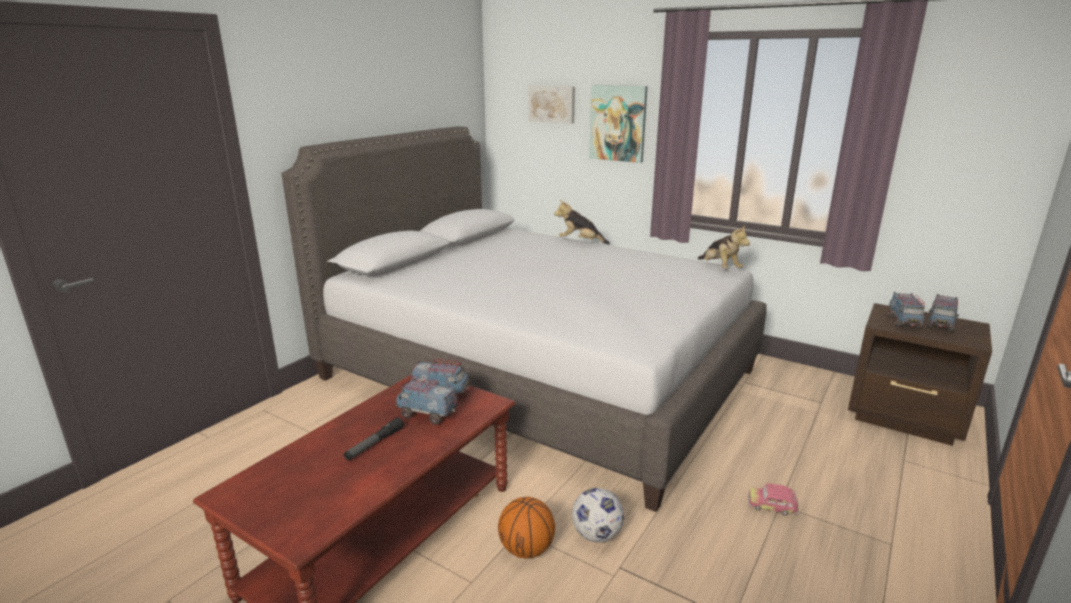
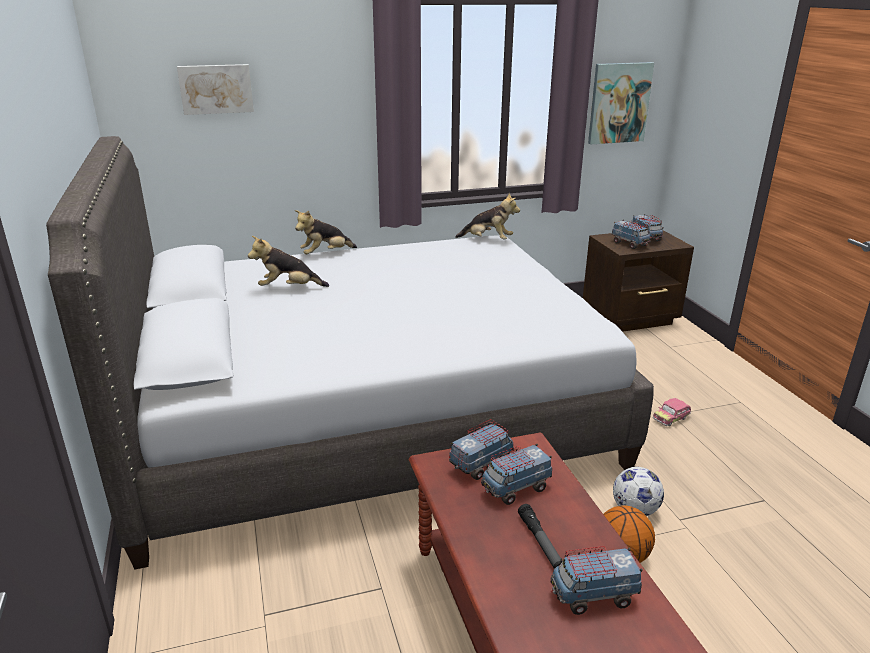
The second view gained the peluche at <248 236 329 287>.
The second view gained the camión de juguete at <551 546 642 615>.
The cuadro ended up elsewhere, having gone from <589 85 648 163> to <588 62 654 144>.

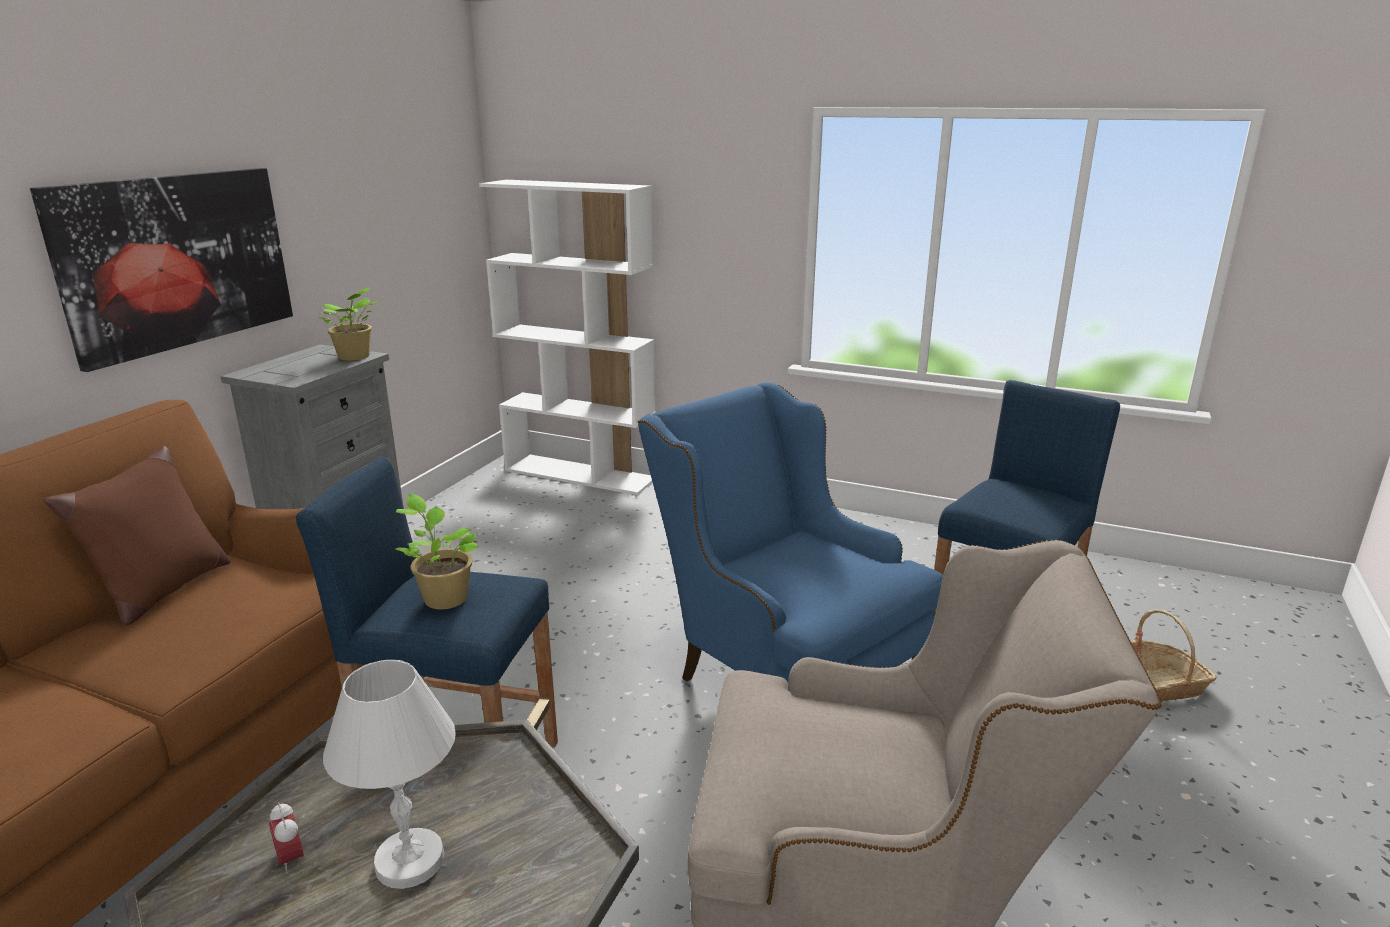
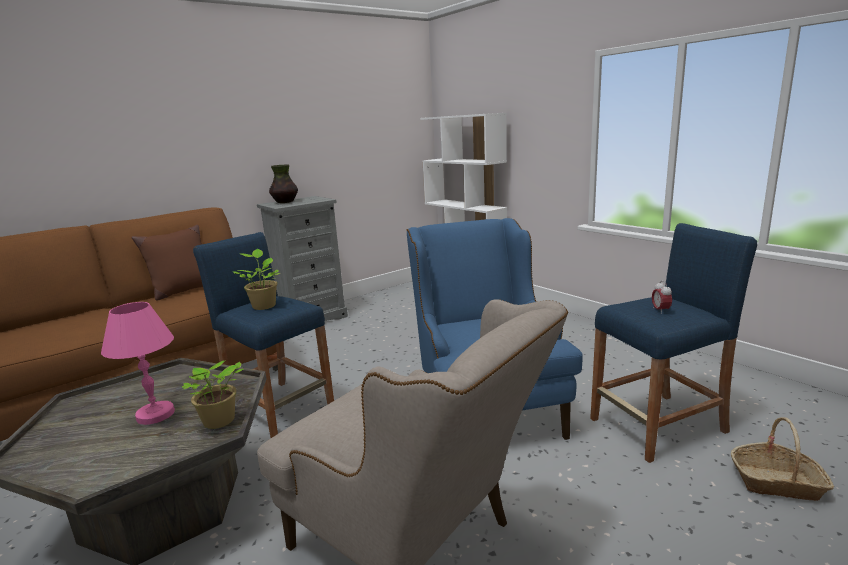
The second view lost the cuadro at <30 168 293 372>.
The second view gained the florero at <269 165 298 203>.
The despertador ended up elsewhere, having gone from <269 802 304 874> to <652 281 672 314>.
The planta en maceta ended up elsewhere, having gone from <319 287 377 361> to <182 360 243 429>.
What was the lámpara de mesa (blanco) at <323 660 456 889> turned into the lámpara de mesa (rosa) at <101 302 175 425>.

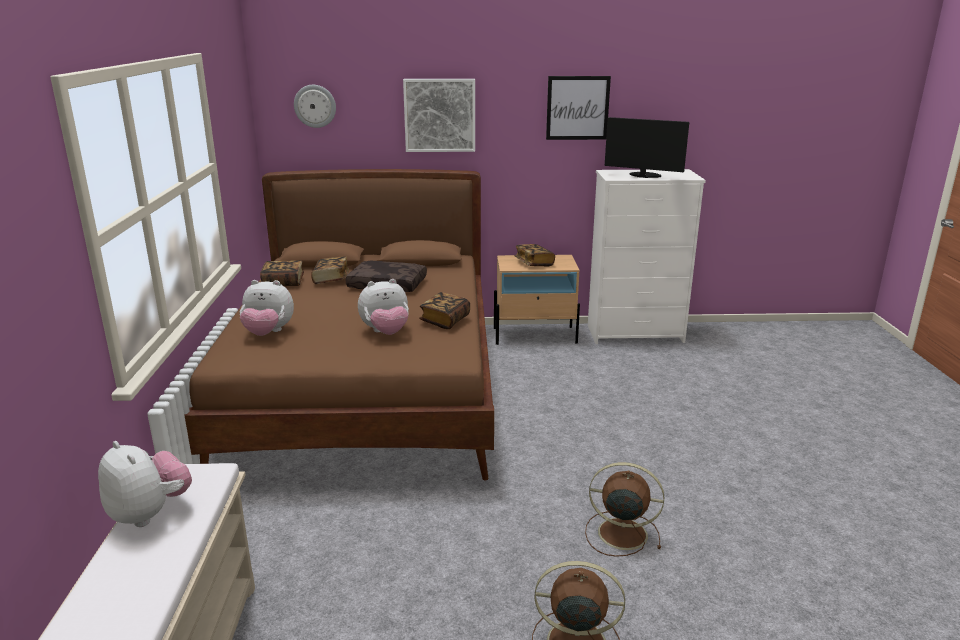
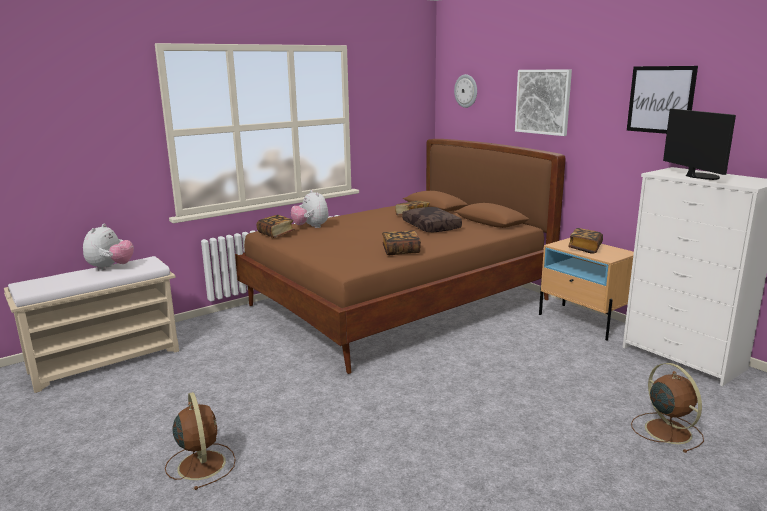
The second view lost the peluche at <358 279 409 335>.
The libro ended up elsewhere, having gone from <260 260 304 286> to <257 215 295 238>.
The ventilador (marrón) ended up elsewhere, having gone from <585 462 664 557> to <631 363 704 453>.

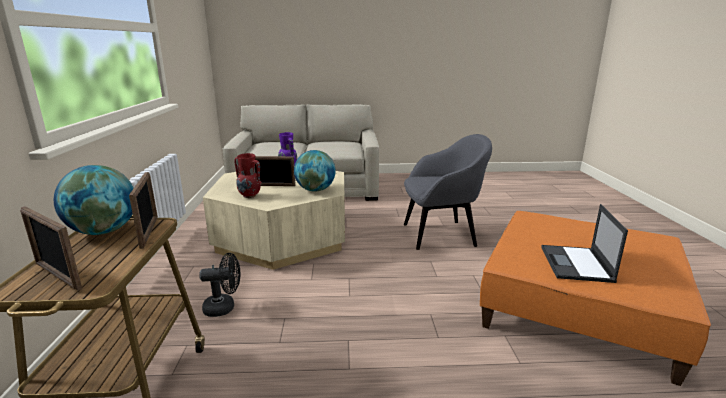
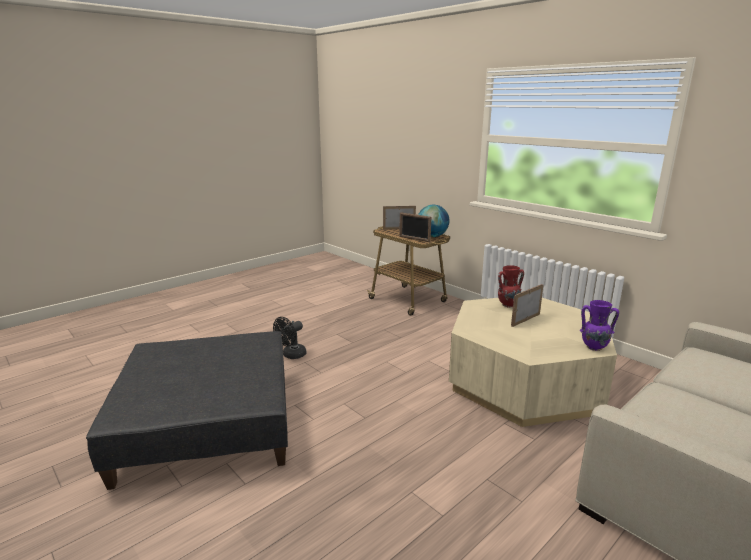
The second view lost the globo terráqueo at <294 150 336 192>.
The second view lost the sillón (gris) at <404 134 492 250>.
The second view lost the portátil at <541 204 628 283>.
The ventilador (negro) ended up elsewhere, having gone from <199 253 240 317> to <273 317 307 359>.
What was the puf (naranja) at <480 211 711 386> turned into the puf (gris) at <86 331 288 490>.

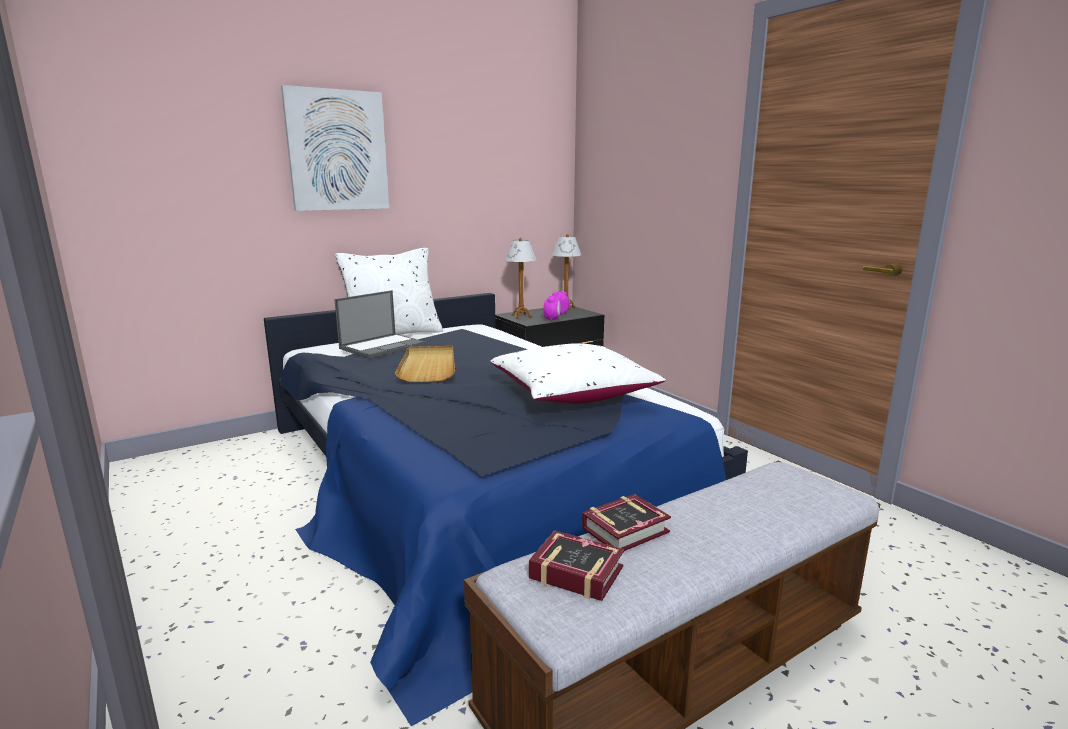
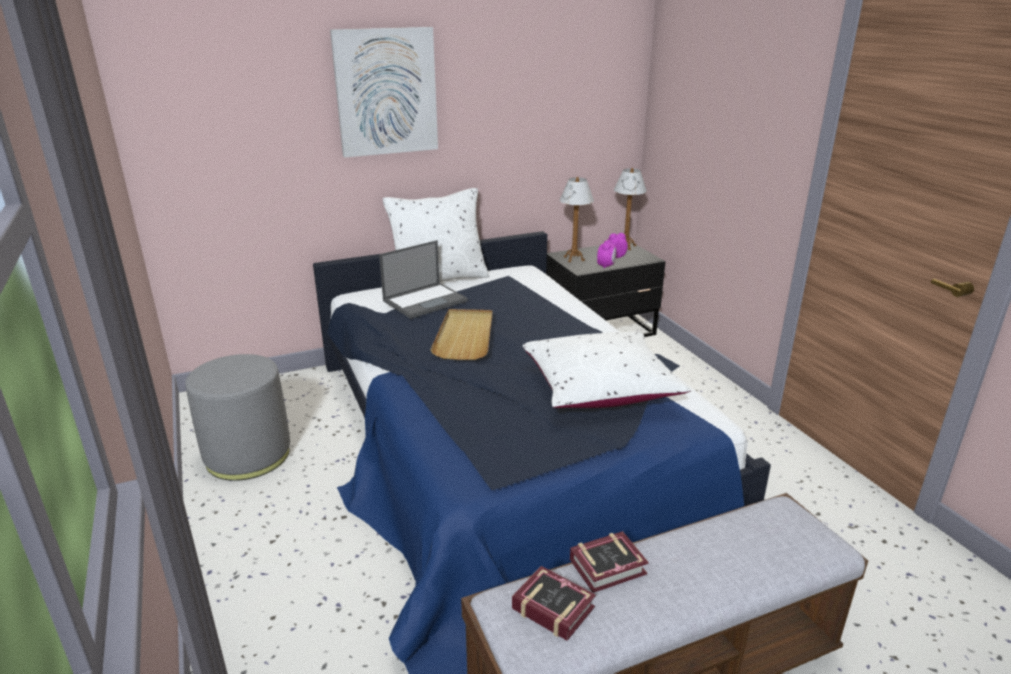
The second view gained the puf (gris) at <185 354 290 481>.

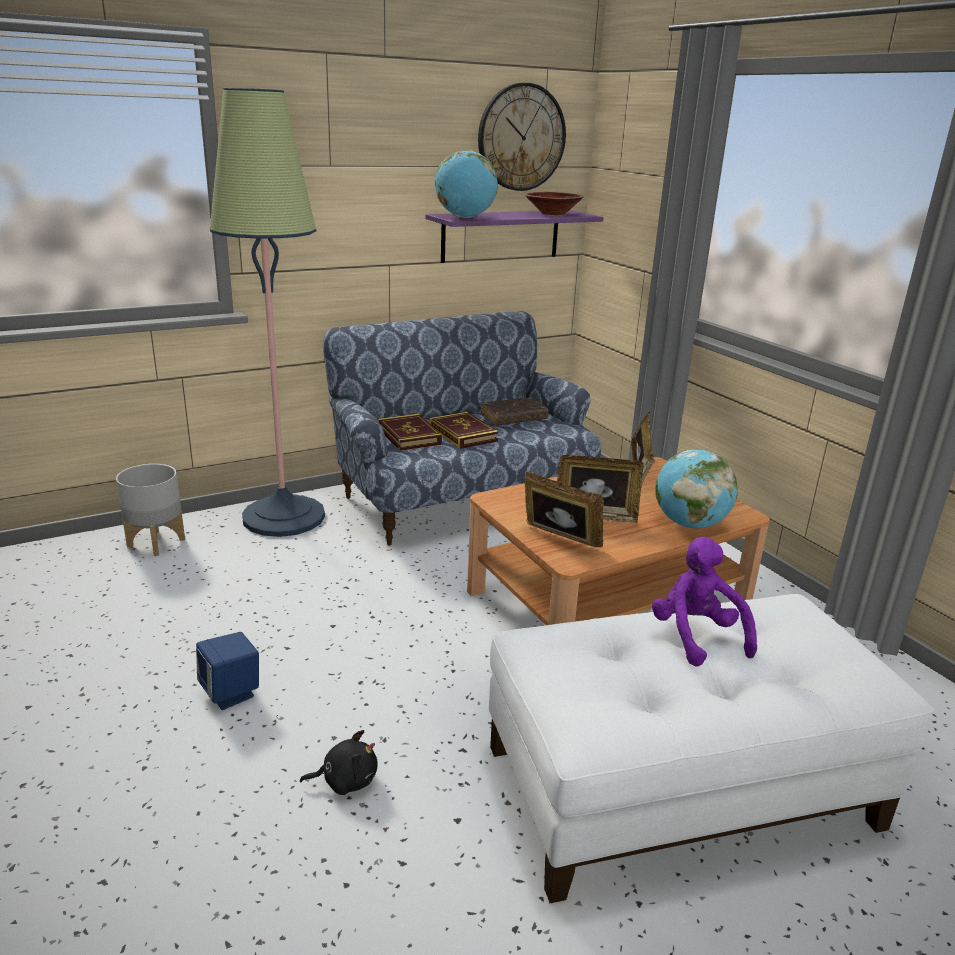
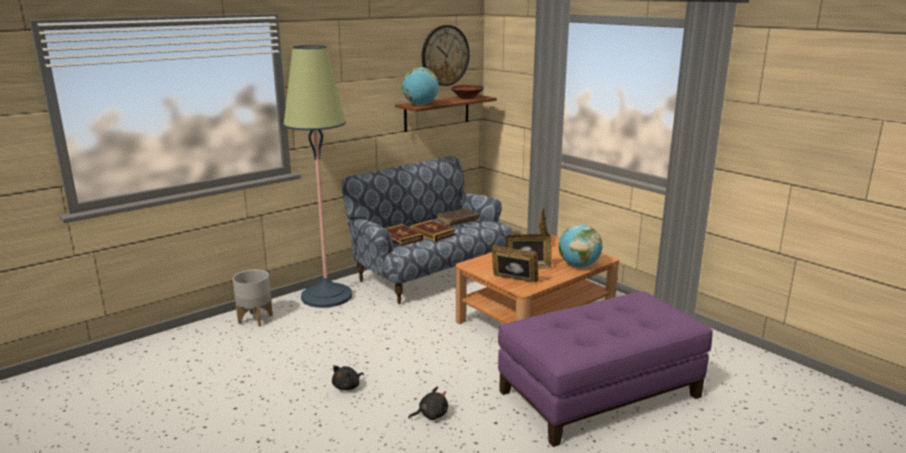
The second view lost the peluche (morado) at <652 537 757 667>.
Where the altavoz (azul) stood at <196 632 259 710>, the peluche (negro) came to stand at <332 366 364 390>.
What was the estante (morado) at <425 210 603 263> turned into the estante (marrón) at <395 95 497 132>.
What was the puf (blanco) at <489 594 934 903> turned into the puf (morado) at <498 291 713 447>.

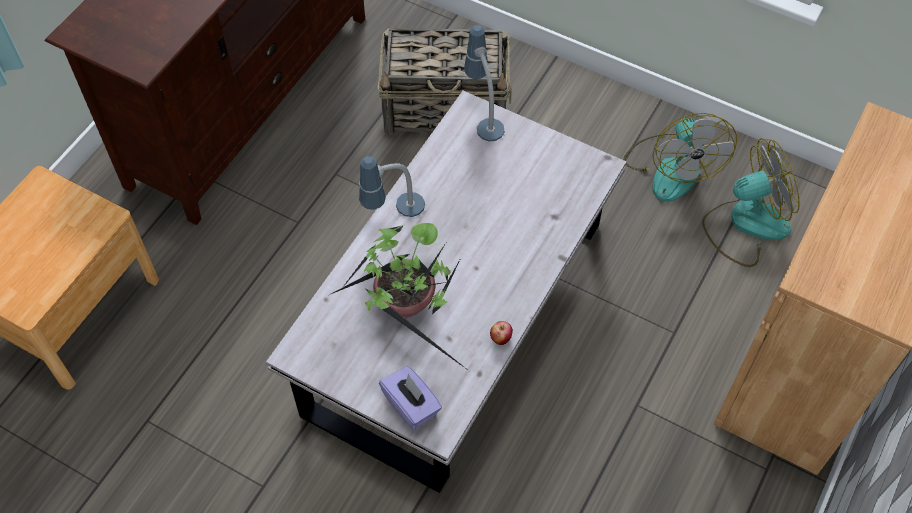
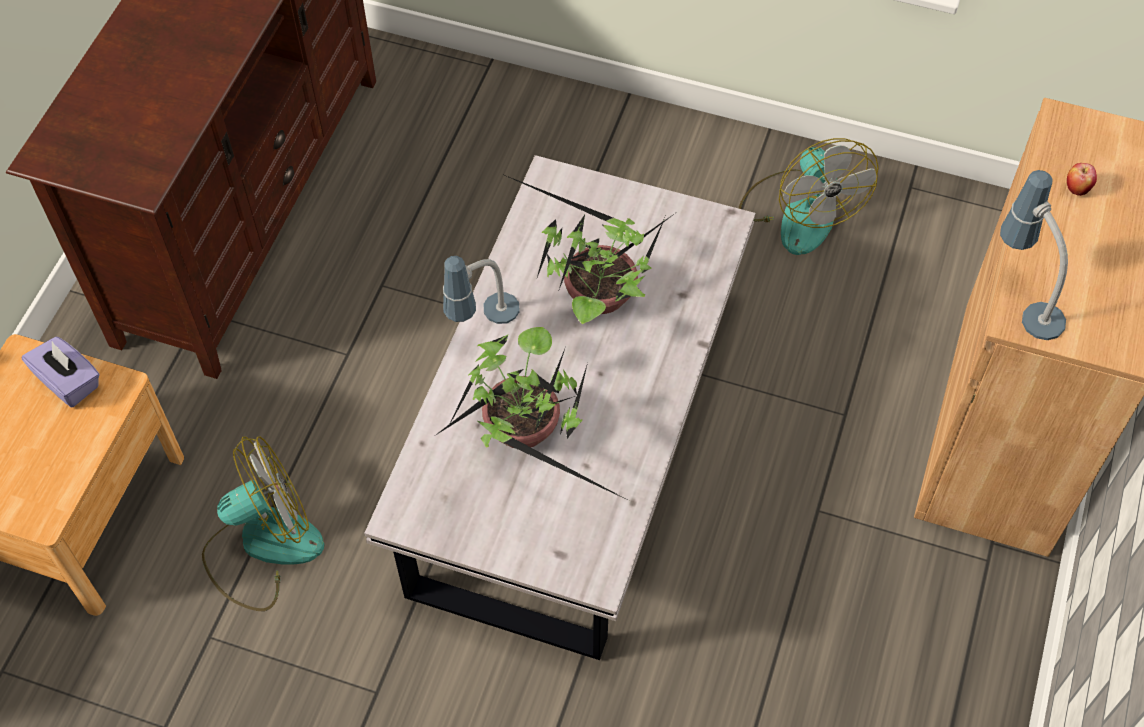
The second view lost the cesta at <378 28 512 135>.
The second view gained the planta en maceta at <502 174 674 324>.
The caja de pañuelos (morado) ended up elsewhere, having gone from <379 366 442 430> to <22 337 100 407>.
The lámpara de mesa ended up elsewhere, having gone from <464 25 504 141> to <1000 170 1068 340>.
The manzana ended up elsewhere, having gone from <490 321 513 345> to <1067 163 1097 196>.
The ventilador ended up elsewhere, having gone from <702 138 800 267> to <202 436 324 611>.

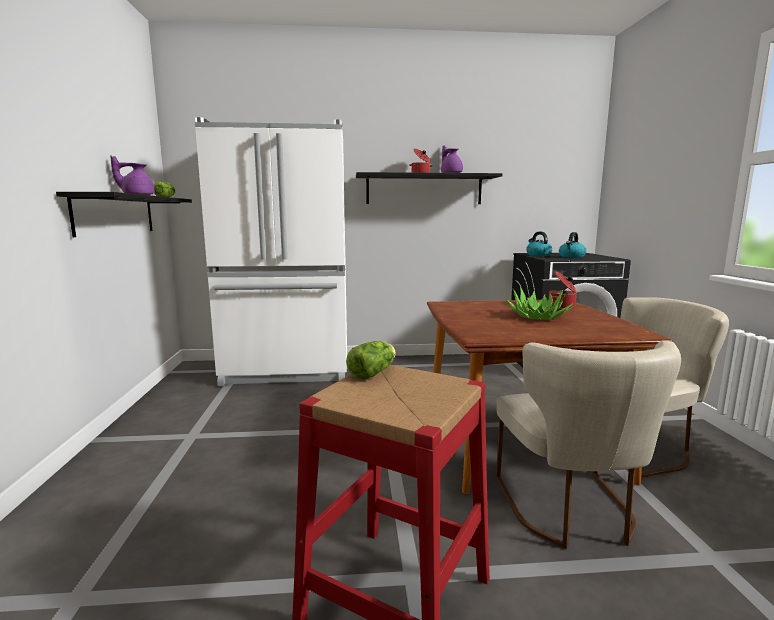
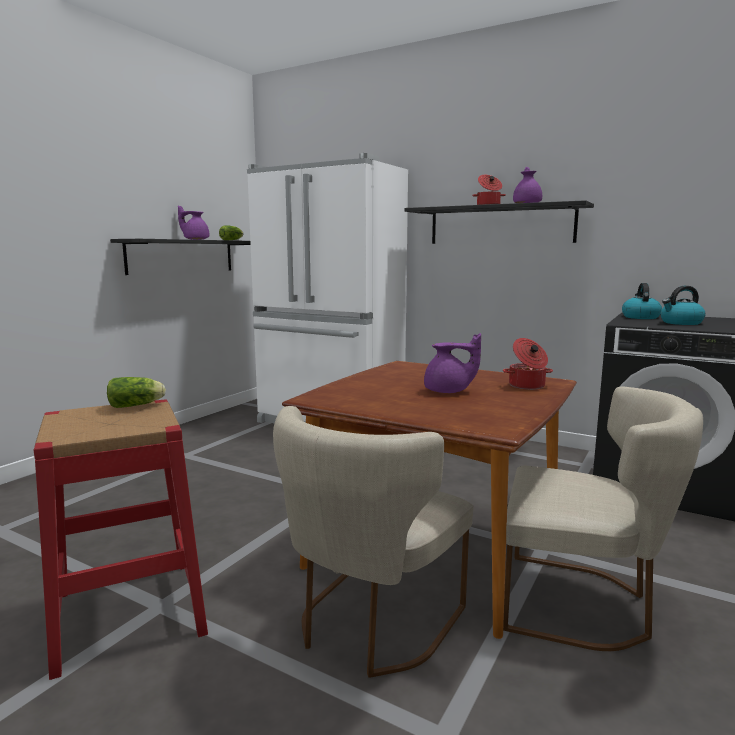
Where the planta en maceta stood at <506 287 574 320>, the tetera (morado) came to stand at <424 333 481 393>.

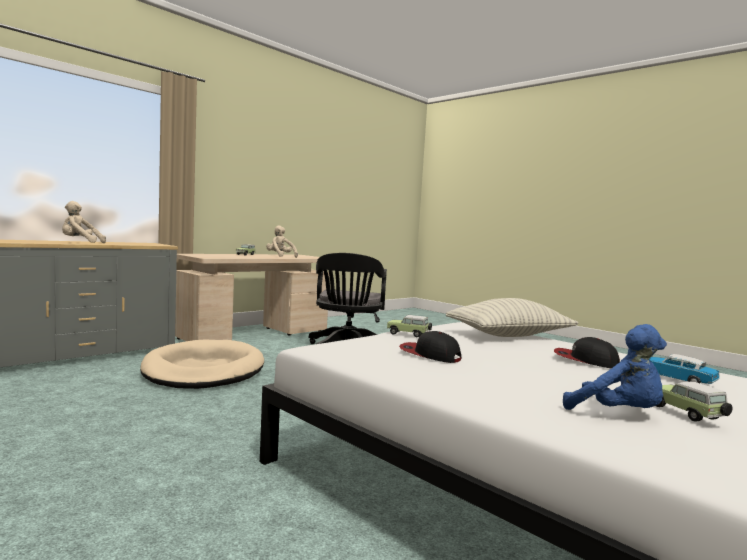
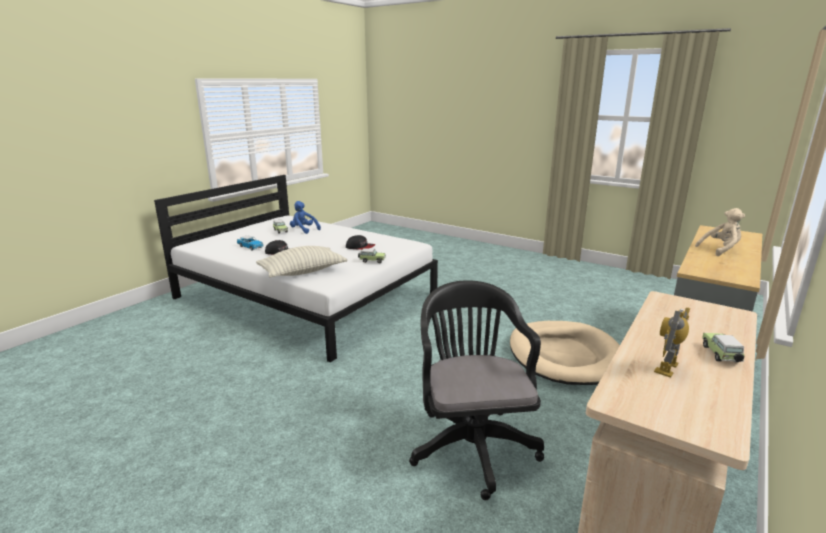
Where the peluche (beis) stood at <266 225 298 258>, the robot de juguete came to stand at <654 308 690 378>.

